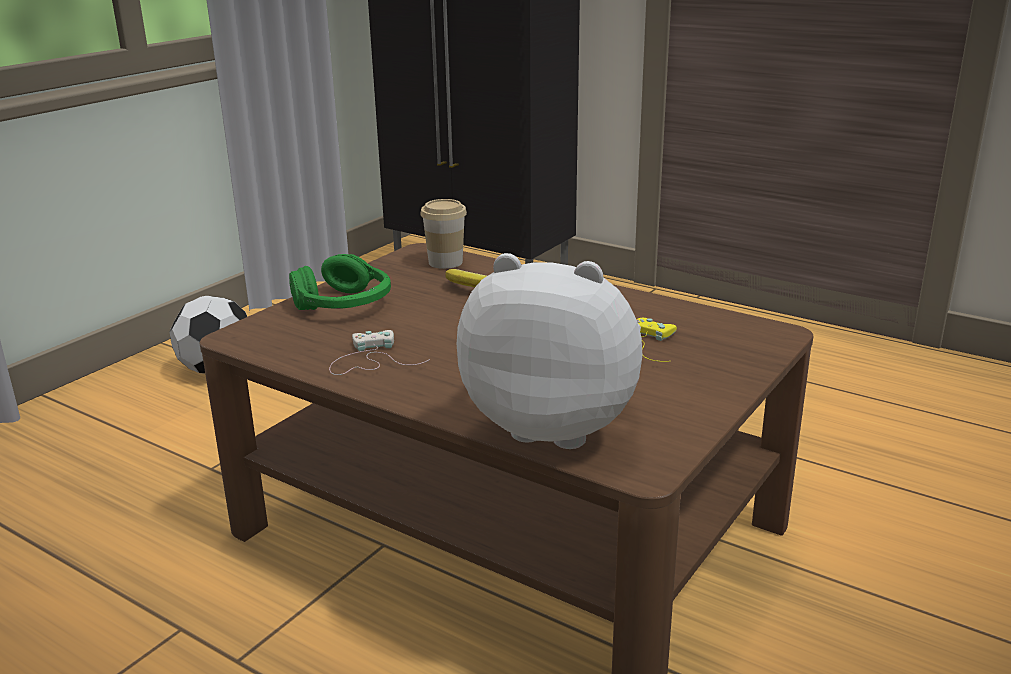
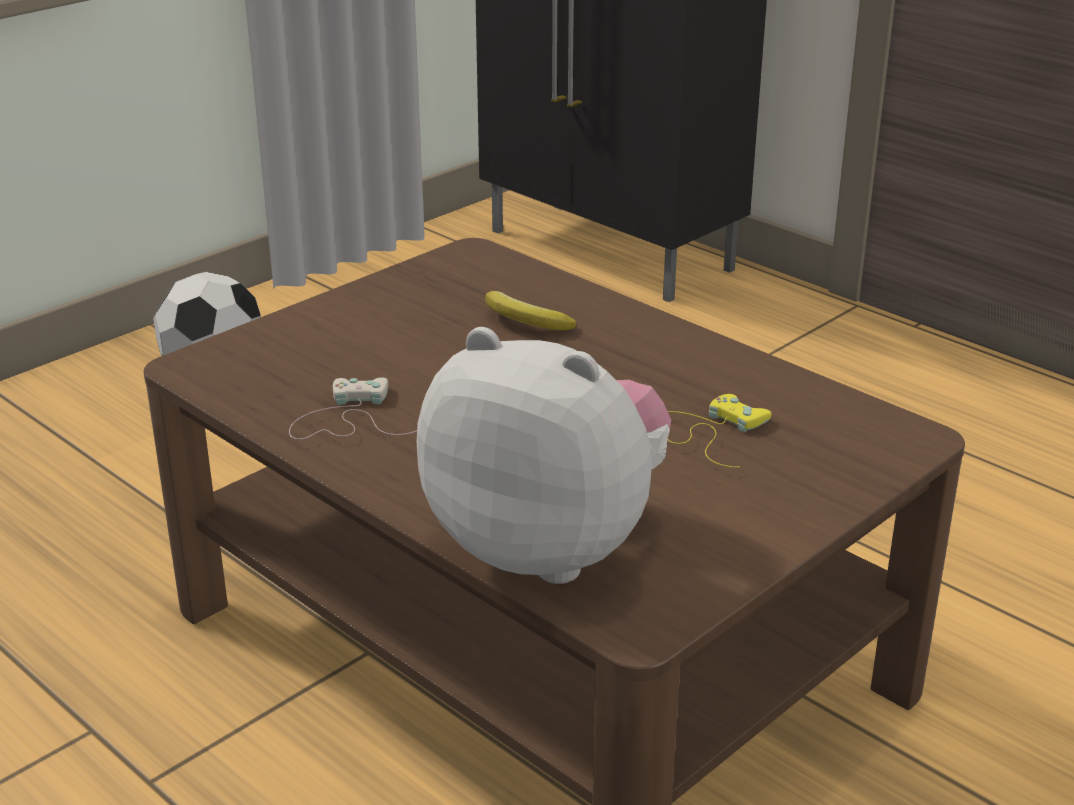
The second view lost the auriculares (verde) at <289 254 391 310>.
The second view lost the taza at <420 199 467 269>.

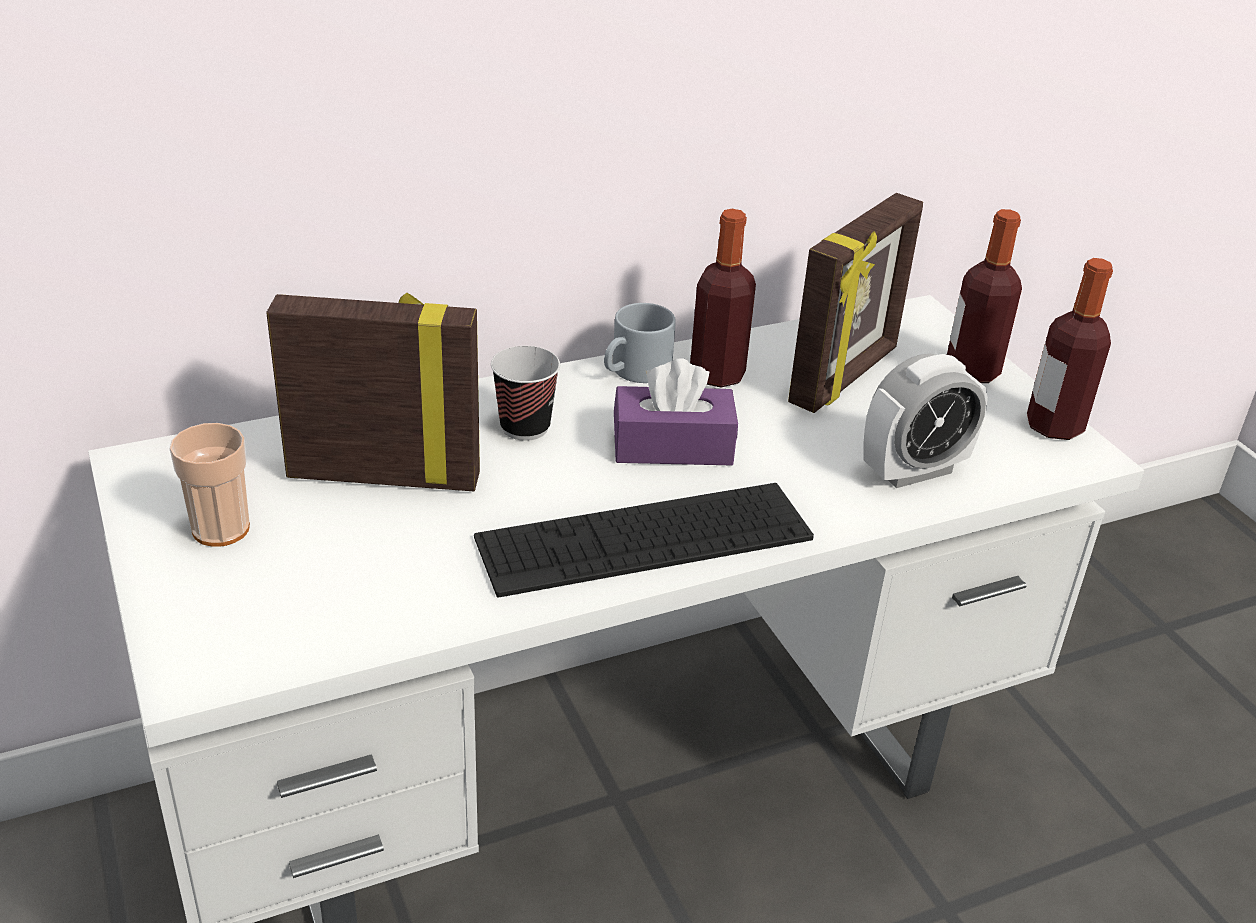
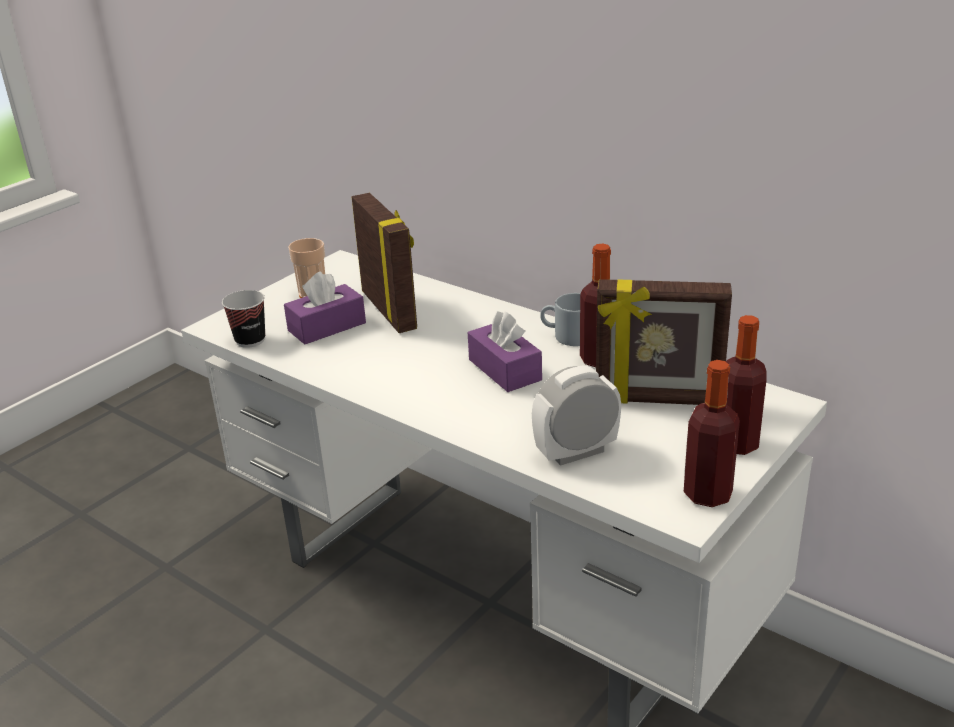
The second view lost the teclado at <474 483 814 598>.
The second view gained the caja de pañuelos (morado) at <284 271 366 344>.
The taza ended up elsewhere, having gone from <491 346 560 441> to <222 290 265 348>.
The despertador at <863 354 988 488> ended up facing another way, 120 degrees clockwise from before.

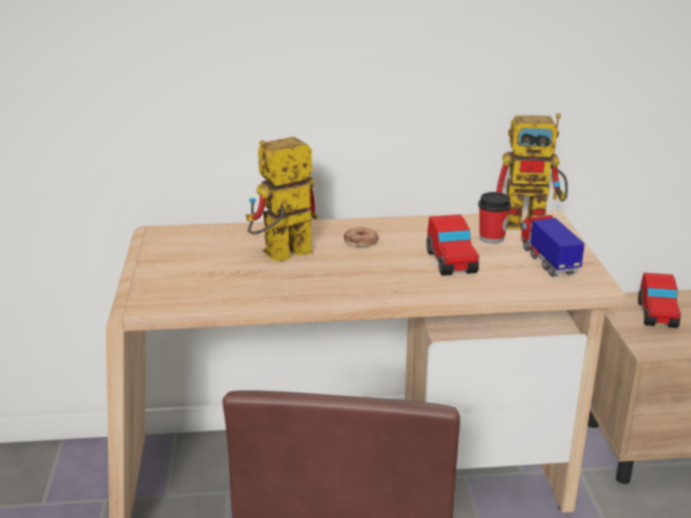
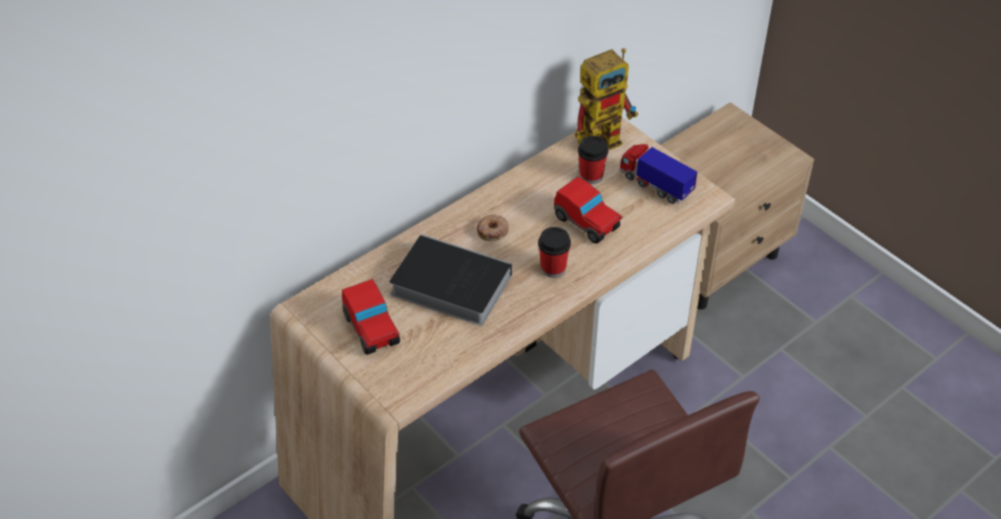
The second view gained the taza at <538 227 571 278>.
The coche de juguete ended up elsewhere, having gone from <638 273 681 328> to <342 279 400 355>.
Where the robot de juguete stood at <246 137 318 262>, the libro came to stand at <389 234 512 326>.

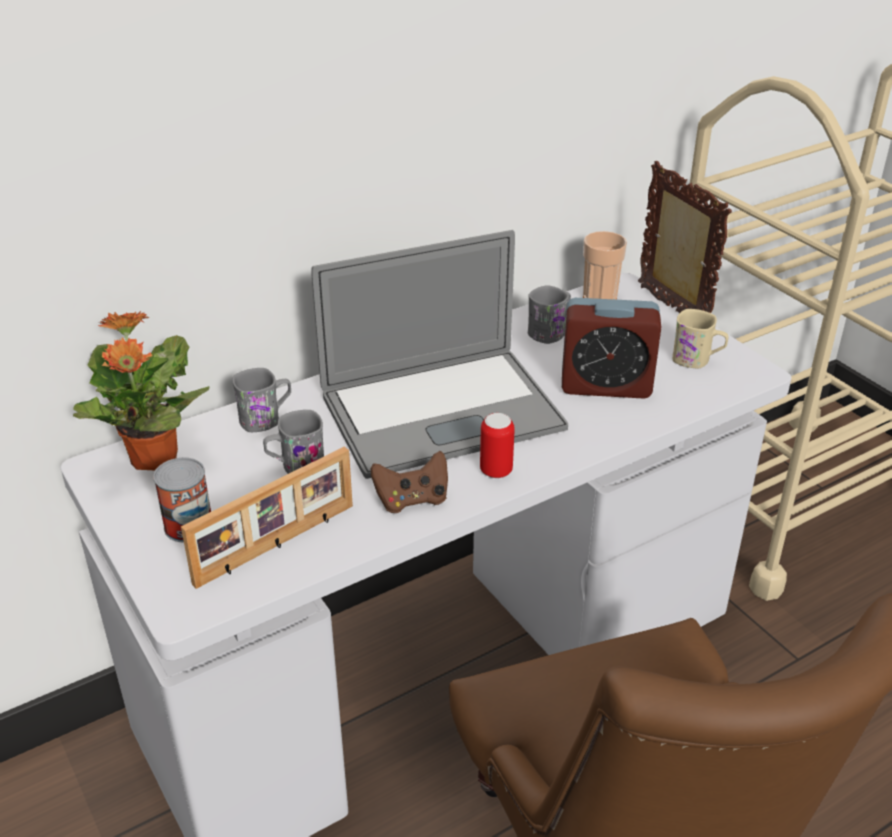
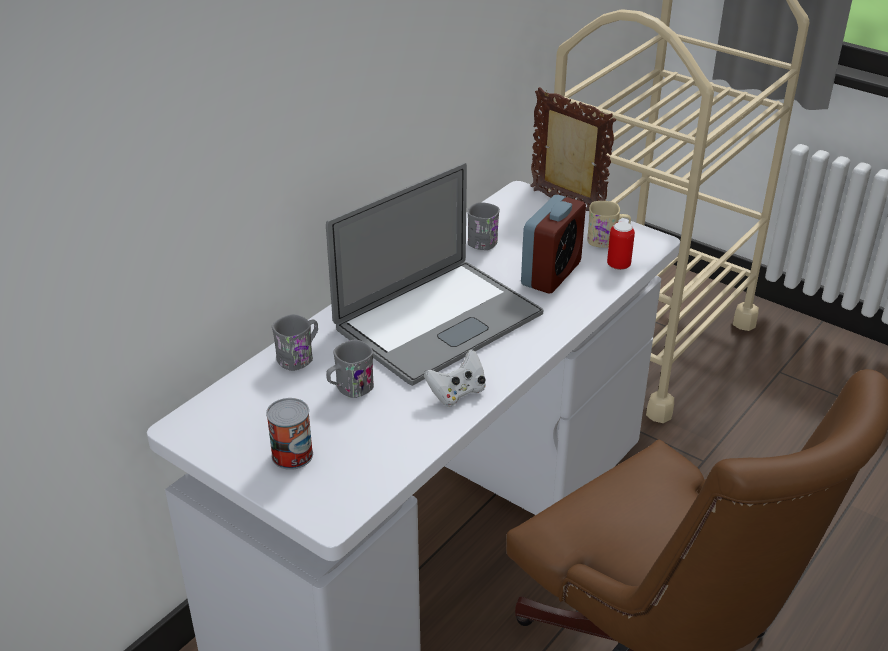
The second view lost the planta en maceta at <73 311 210 470>.
The second view lost the portarretratos at <181 447 353 589>.
The second view lost the taza at <583 231 627 299>.
The lata ended up elsewhere, having gone from <480 413 515 478> to <607 222 635 270>.
What was the mando de consola (marrón) at <371 451 448 513> turned into the mando de consola (blanco) at <424 349 486 407>.
The despertador at <562 298 661 399> ended up facing another way, 45 degrees counterclockwise from before.

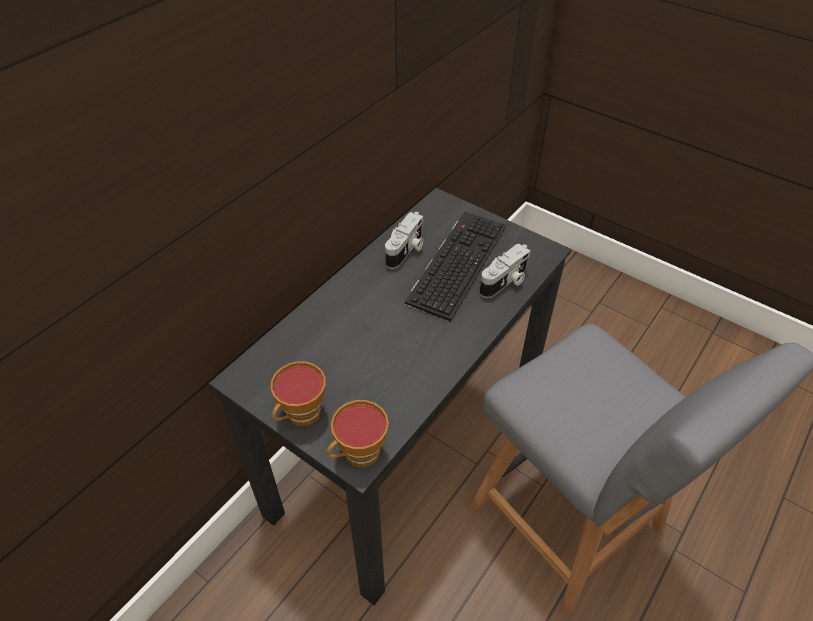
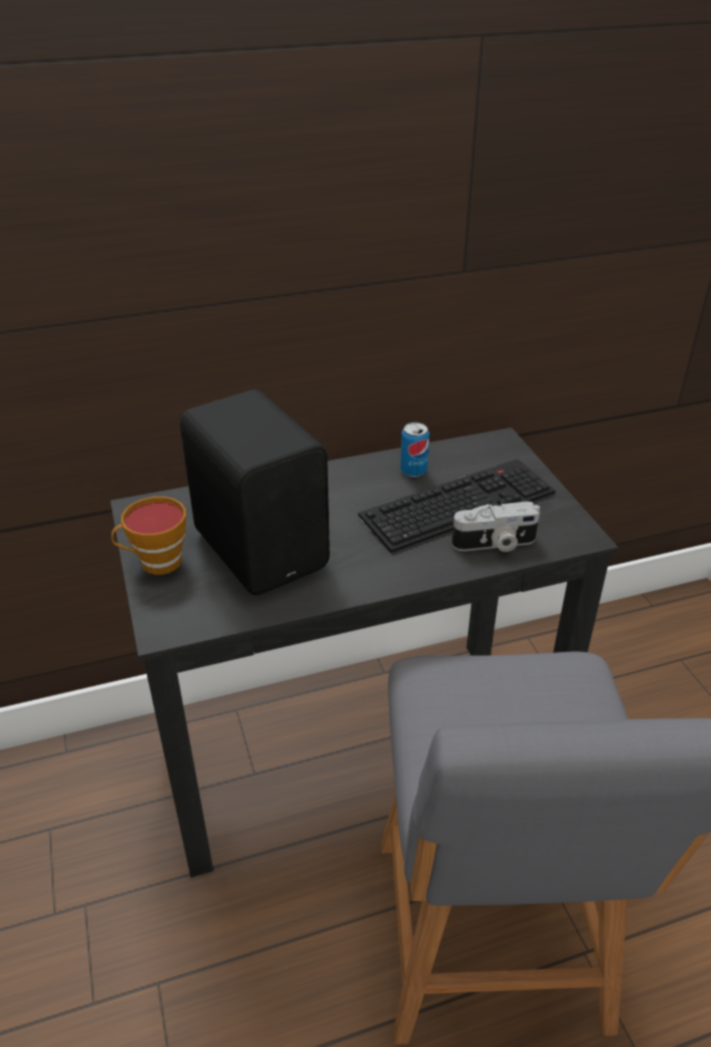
The second view lost the taza at <327 400 389 467>.
The second view gained the altavoz (negro) at <180 390 330 595>.
Where the cámara stood at <385 212 424 269>, the lata came to stand at <400 422 430 477>.

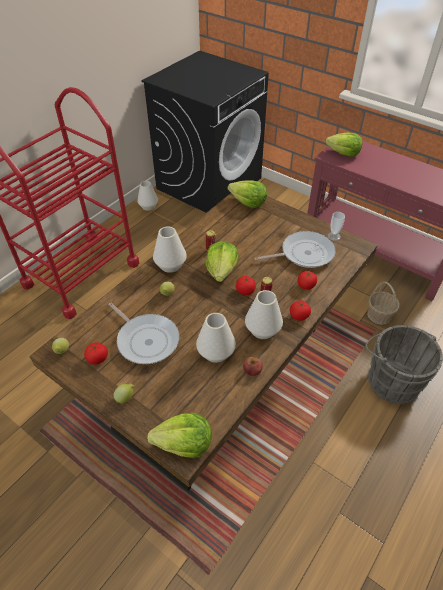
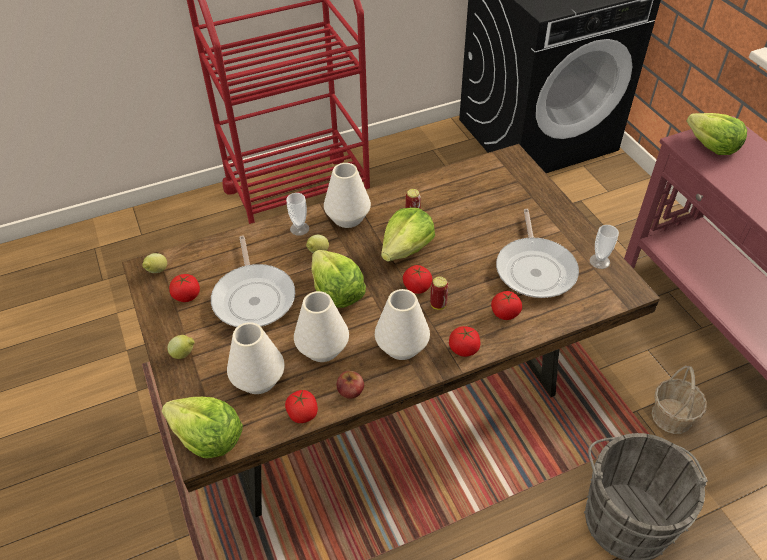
The second view gained the tomate at <285 390 318 423>.
The second view gained the taza at <286 193 309 236>.
The florero (blanco) ended up elsewhere, having gone from <137 181 158 211> to <227 322 285 394>.
The lechuga ended up elsewhere, having gone from <228 180 267 208> to <311 250 366 308>.
The sartén at <255 231 336 268> ended up facing another way, 75 degrees clockwise from before.

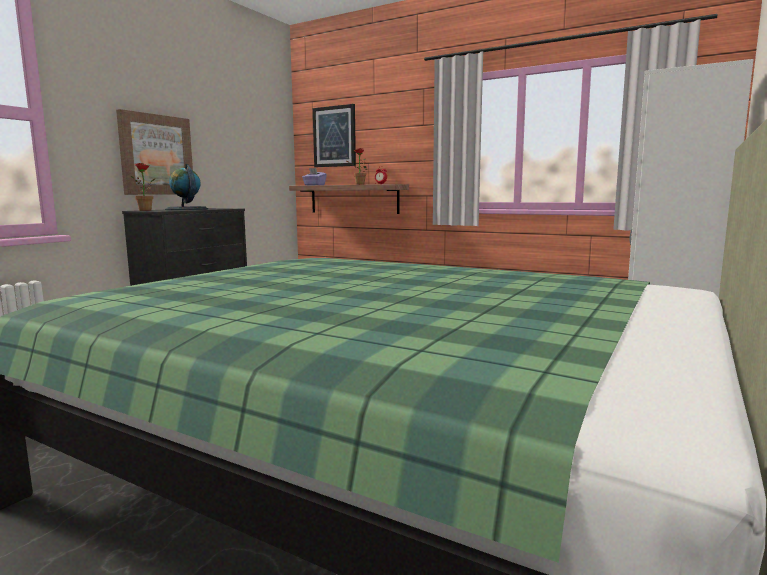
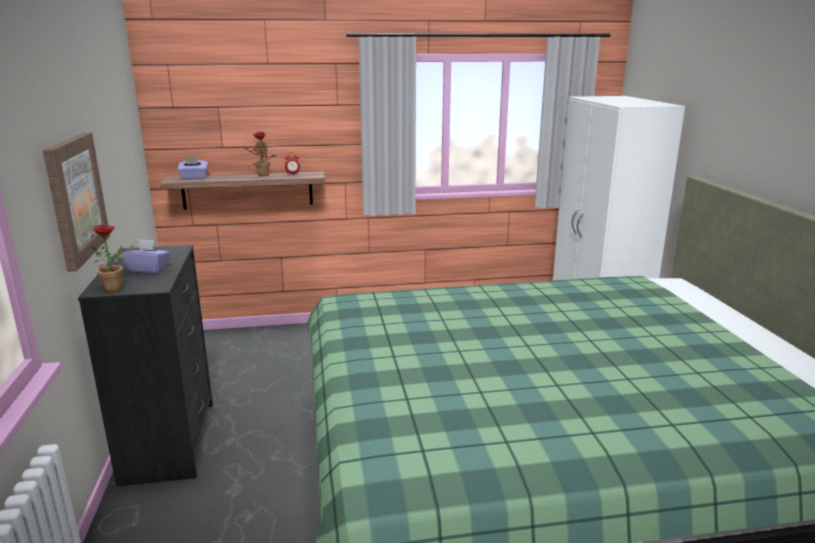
The second view lost the cuadro at <313 104 356 167>.
Where the globo terráqueo stood at <165 164 208 210>, the caja de pañuelos (morado) came to stand at <122 239 170 273>.

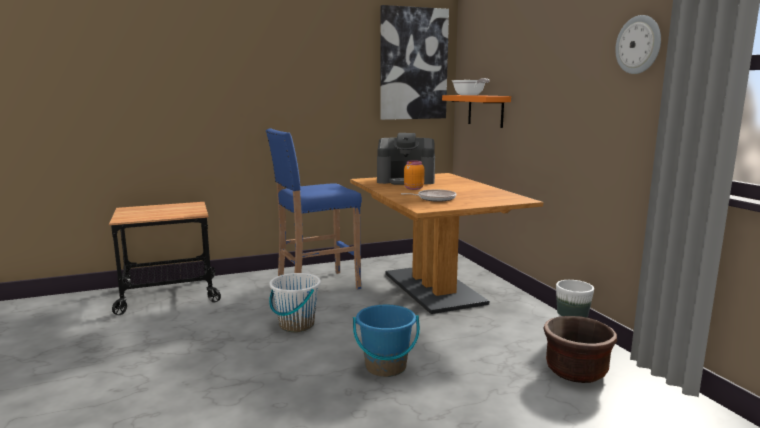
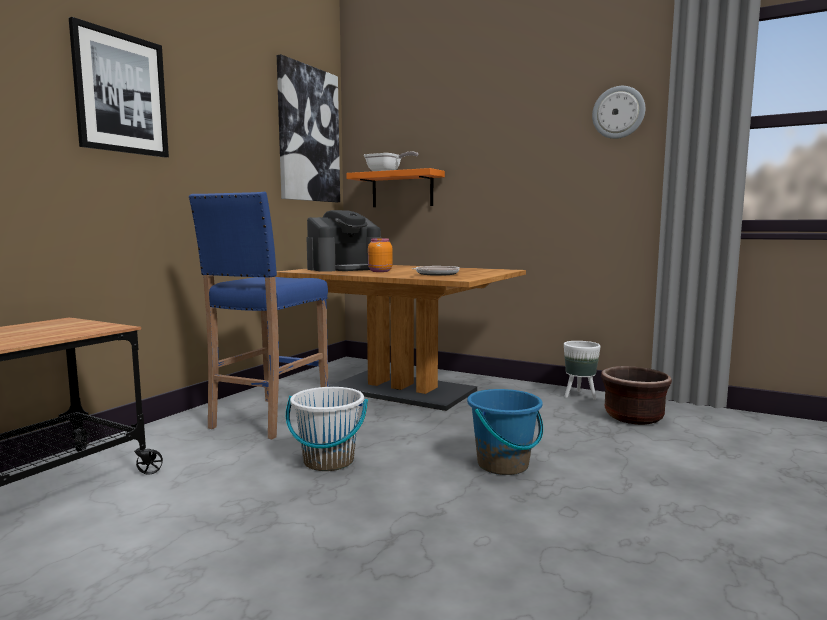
The second view gained the cuadro at <69 17 169 158>.

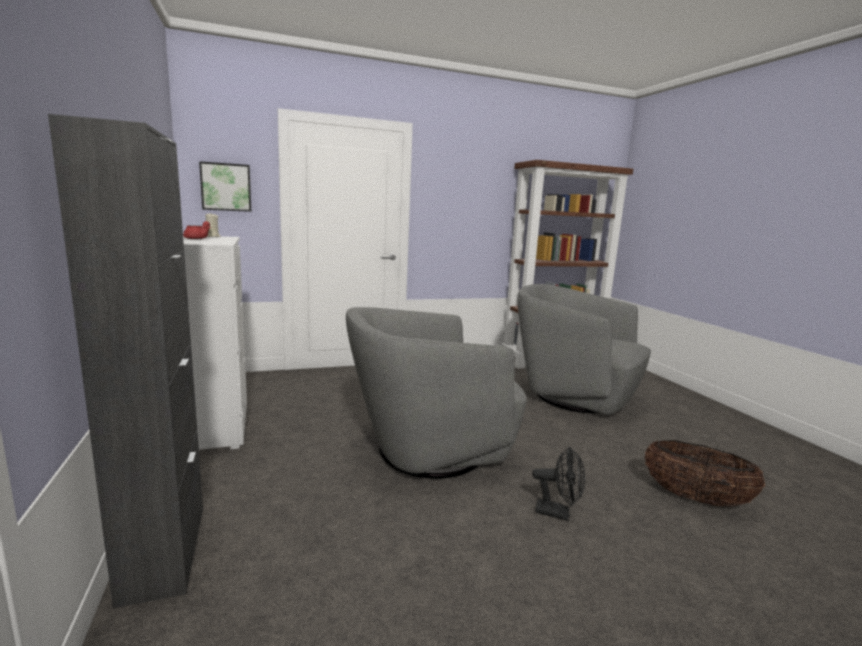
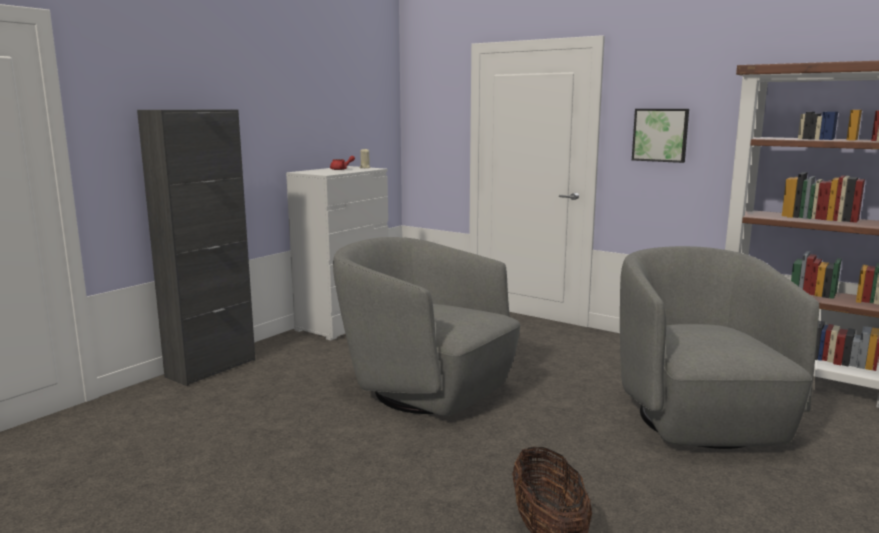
The second view lost the ventilador (negro) at <532 447 585 521>.
The cuadro ended up elsewhere, having gone from <199 161 251 212> to <632 109 689 163>.

